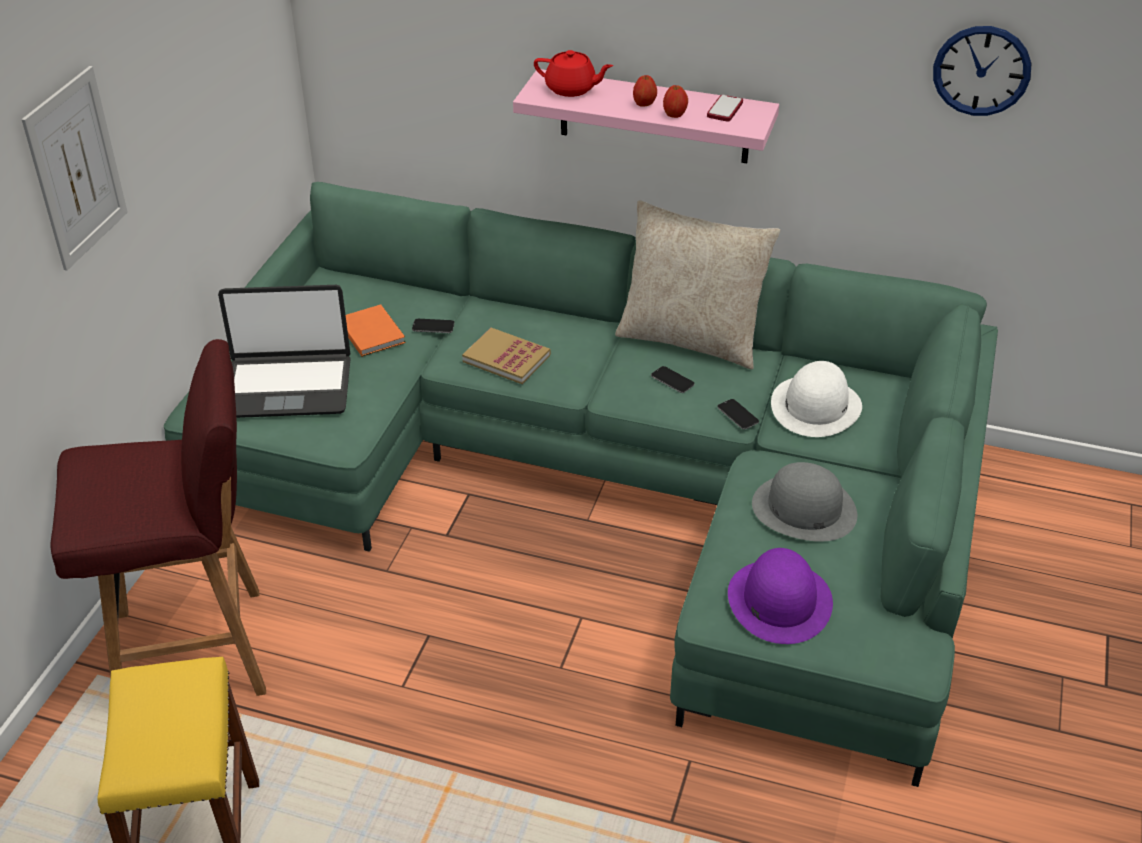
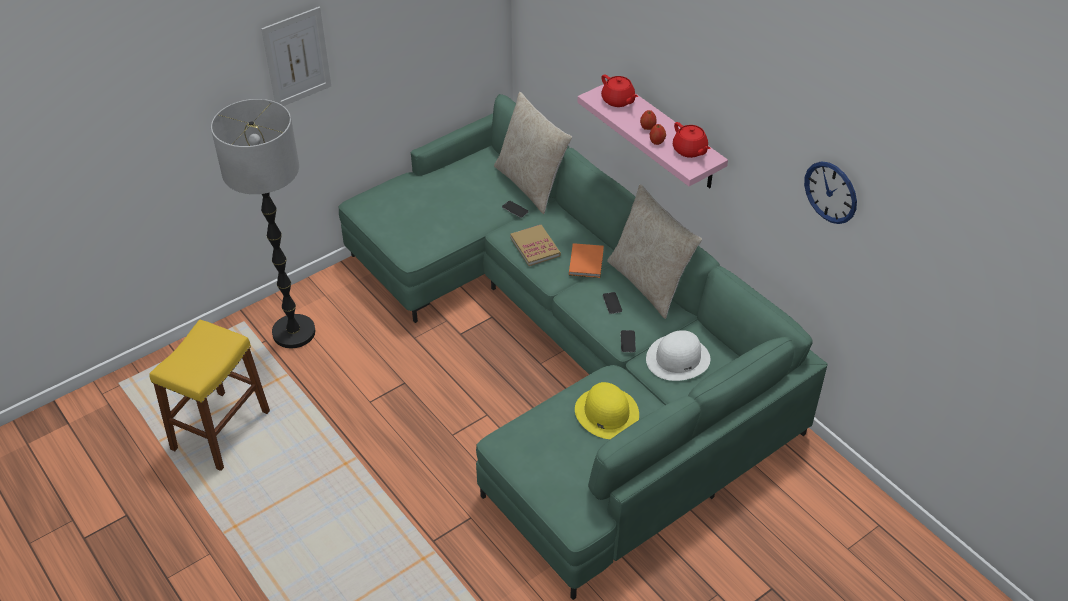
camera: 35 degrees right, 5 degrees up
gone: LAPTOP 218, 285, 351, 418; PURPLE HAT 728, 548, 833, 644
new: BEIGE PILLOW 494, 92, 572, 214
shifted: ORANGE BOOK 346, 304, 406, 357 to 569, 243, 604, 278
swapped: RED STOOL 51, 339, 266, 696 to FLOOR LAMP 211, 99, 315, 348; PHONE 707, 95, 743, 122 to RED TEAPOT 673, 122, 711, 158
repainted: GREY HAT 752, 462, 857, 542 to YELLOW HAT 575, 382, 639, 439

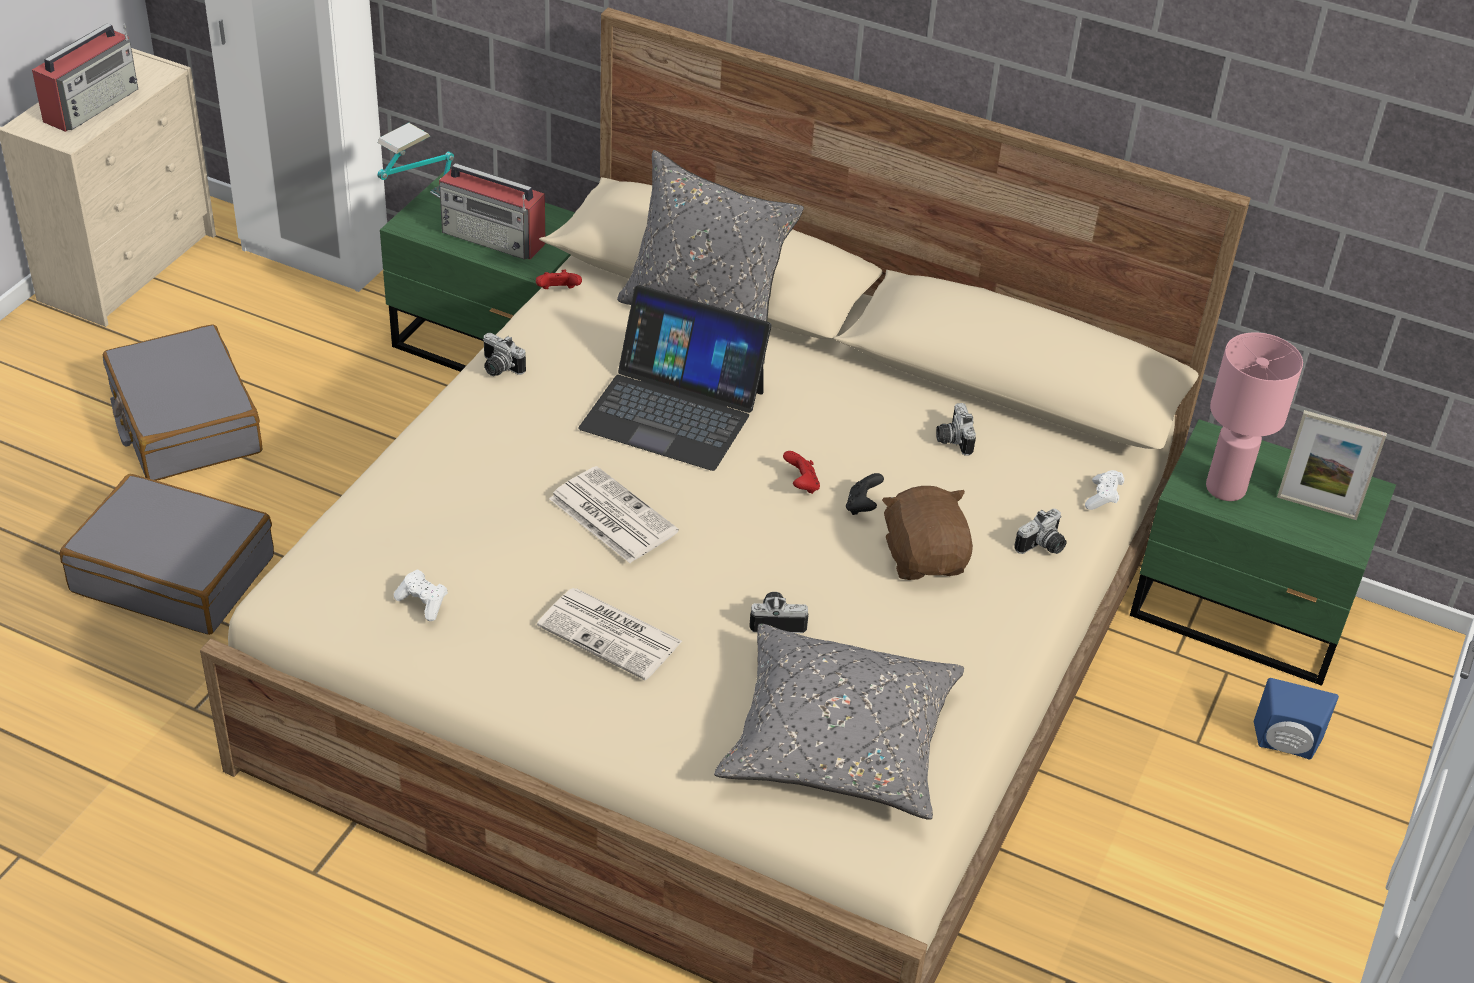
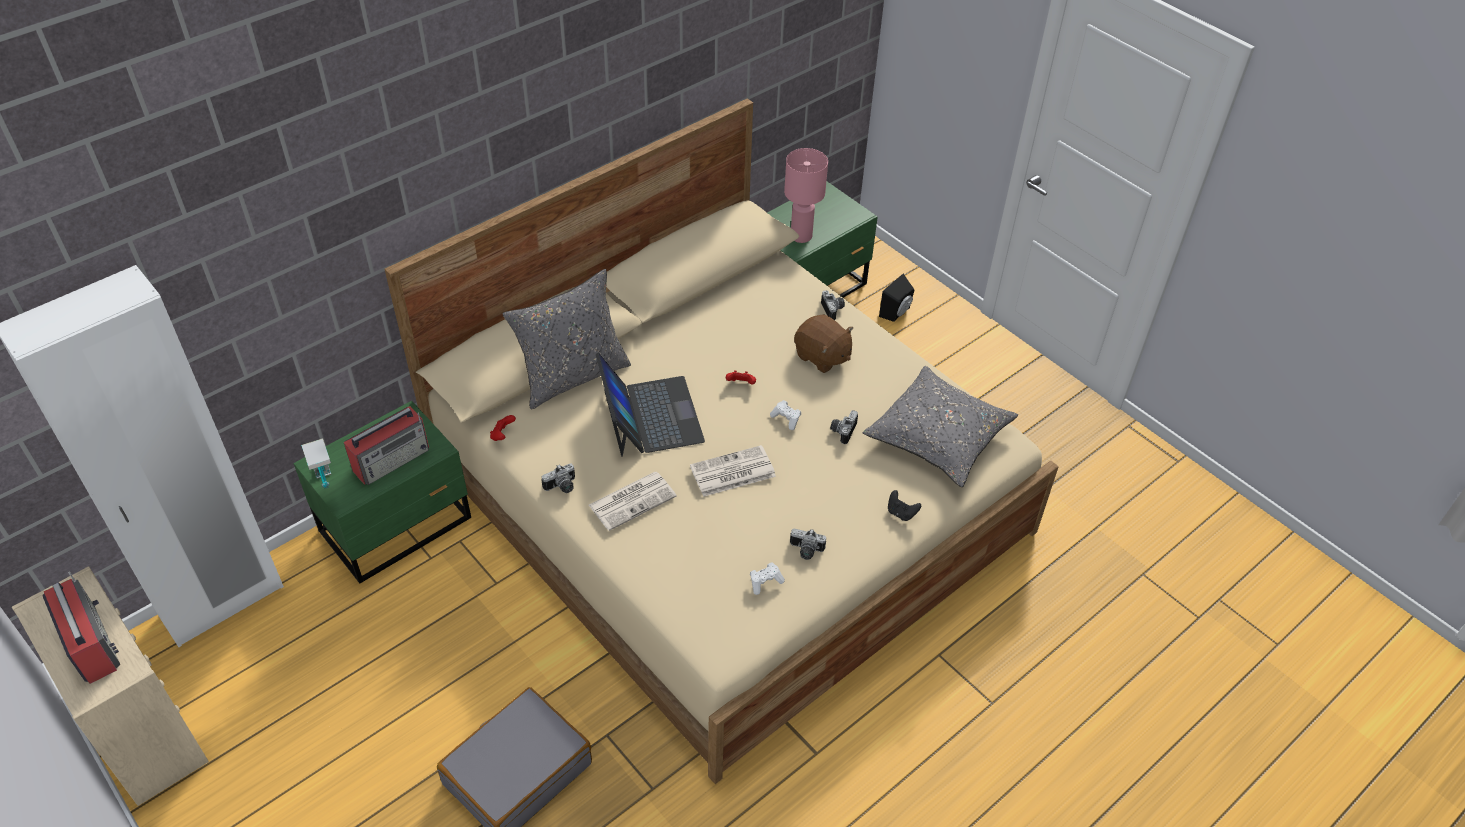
camera: 65 degrees left, 5 degrees up
gone: GREY SUITCASE 103, 324, 262, 481; PICTURE FRAME 1277, 410, 1387, 520
shifted: NEWSPAPER 537, 588, 682, 680 to 589, 472, 677, 531; WHITE GAME CONTROLLER 1085, 470, 1124, 510 to 770, 400, 801, 430; PHOTO CAMERA 936, 403, 976, 456 to 790, 529, 826, 560; BLACK GAME CONTROLLER 846, 473, 884, 515 to 888, 490, 921, 521
repainted: BLUE SPEAKER 1254, 678, 1339, 760 to BLACK SPEAKER 879, 274, 914, 322
rotated: LAPTOP 579, 285, 771, 471 = 596, 352, 705, 457 60 degrees counterclockwise; BROWN PLUSH TOY 882, 486, 973, 580 = 794, 314, 853, 373 150 degrees counterclockwise

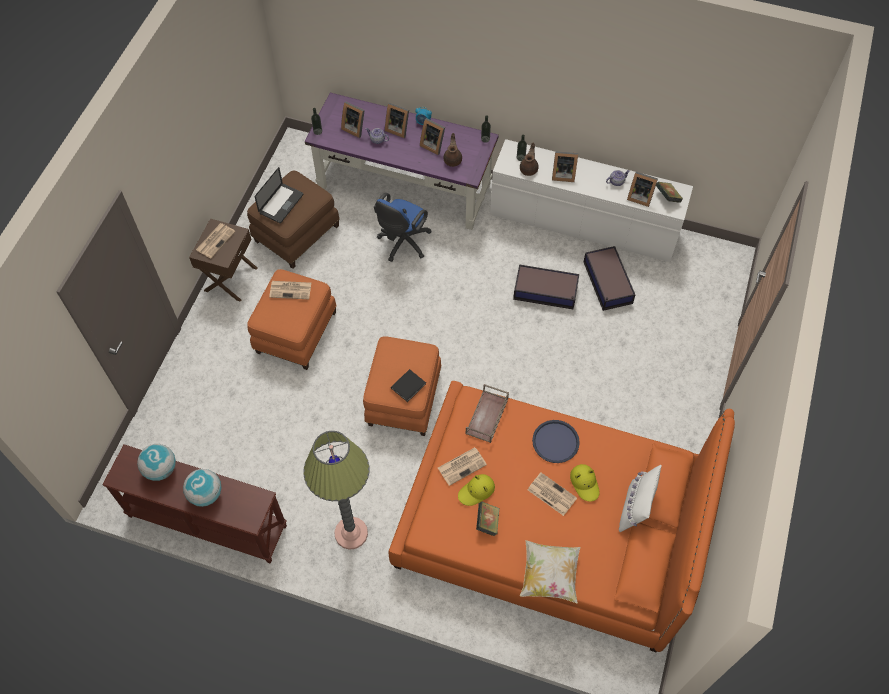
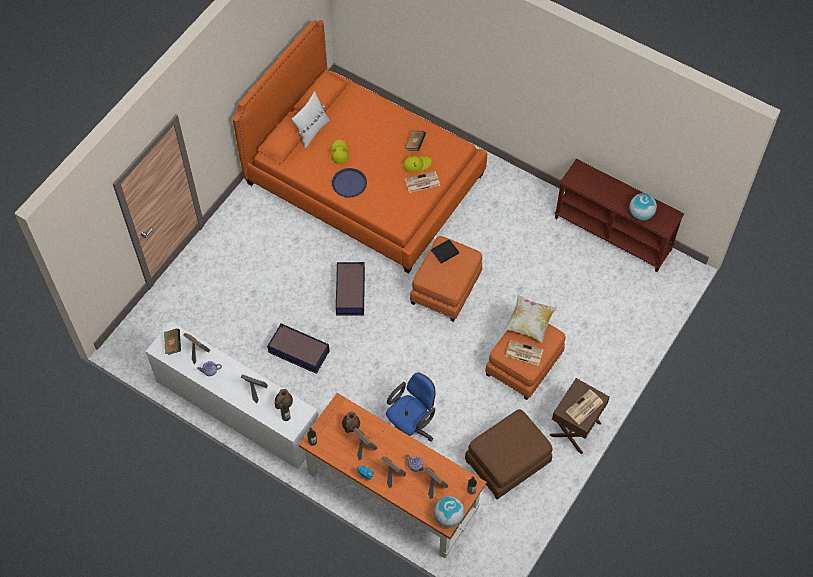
camera: 165 degrees left, 0 degrees up
gone: LAPTOP 255, 167, 303, 223; FLOOR LAMP 303, 431, 369, 550; BROWN TRAY 465, 384, 509, 443; NEWSPAPER 527, 473, 577, 516
shifted: STORAGE BOX 584, 246, 635, 311 to 336, 262, 365, 316; GLOBE 183, 469, 221, 507 to 434, 496, 464, 527; PILLOW 520, 540, 580, 603 to 504, 295, 557, 343
repainted: PURPLE DESK 305, 93, 499, 230 to ORANGE DESK 298, 393, 487, 559

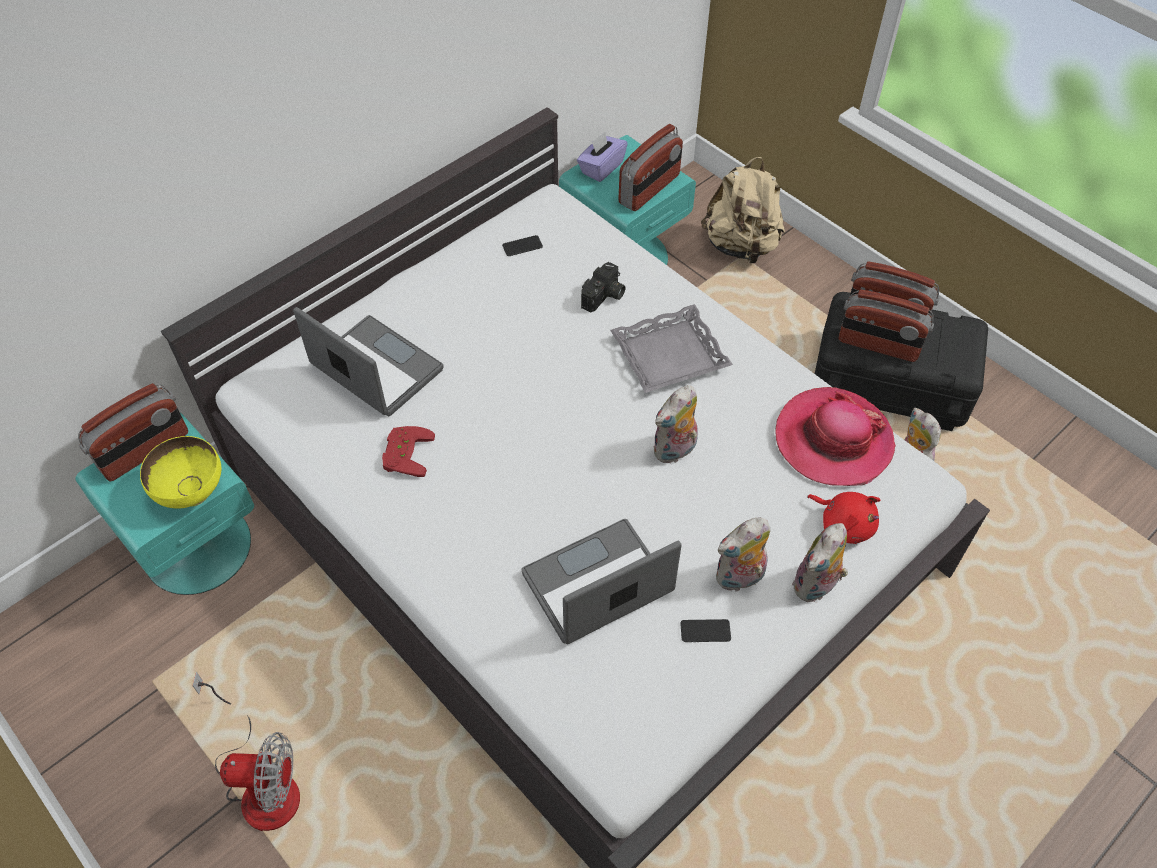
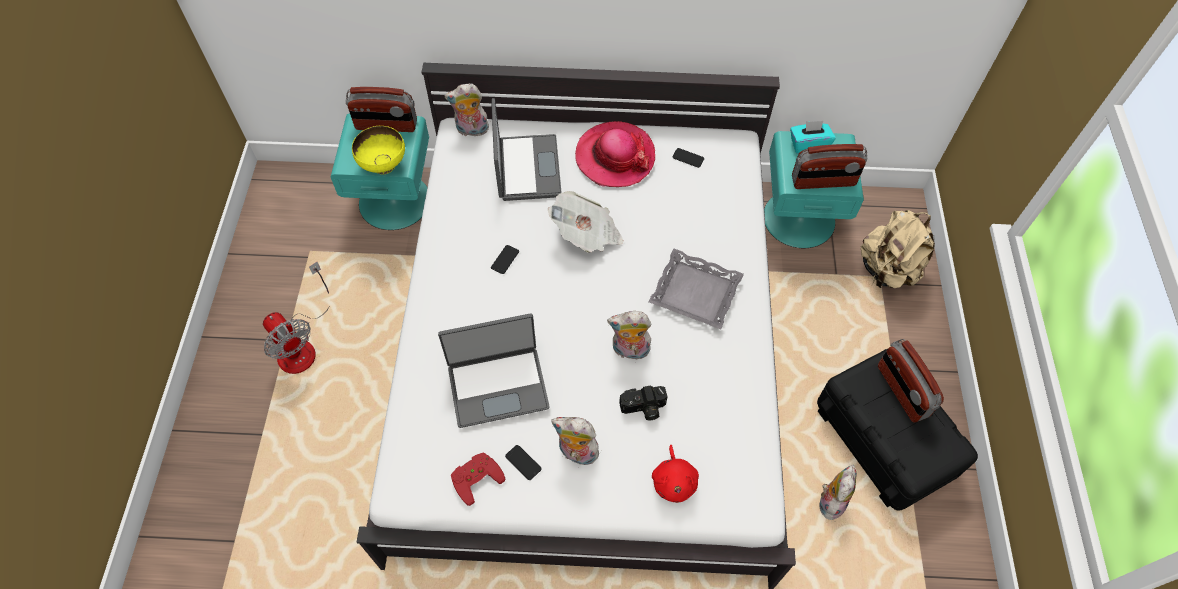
camera: 45 degrees right, 5 degrees up
gone: RADIO 839, 290, 934, 362
new: PHONE 491, 245, 519, 274; NEWSPAPER 548, 191, 624, 253
shifted: PLUSH TOY 792, 523, 848, 602 to 445, 83, 490, 136; RED GAME CONTROLLER 382, 426, 435, 477 to 451, 452, 505, 506; HAT 775, 387, 896, 486 to 575, 121, 655, 187; PHOTO CAMERA 581, 262, 626, 313 to 619, 386, 667, 420
repainted: PURPLE TISSUE BOX 577, 132, 627, 182 to TURQUOISE TISSUE BOX 790, 121, 836, 153
rotated: LAPTOP 522, 519, 682, 644 = 438, 314, 550, 428 150 degrees clockwise

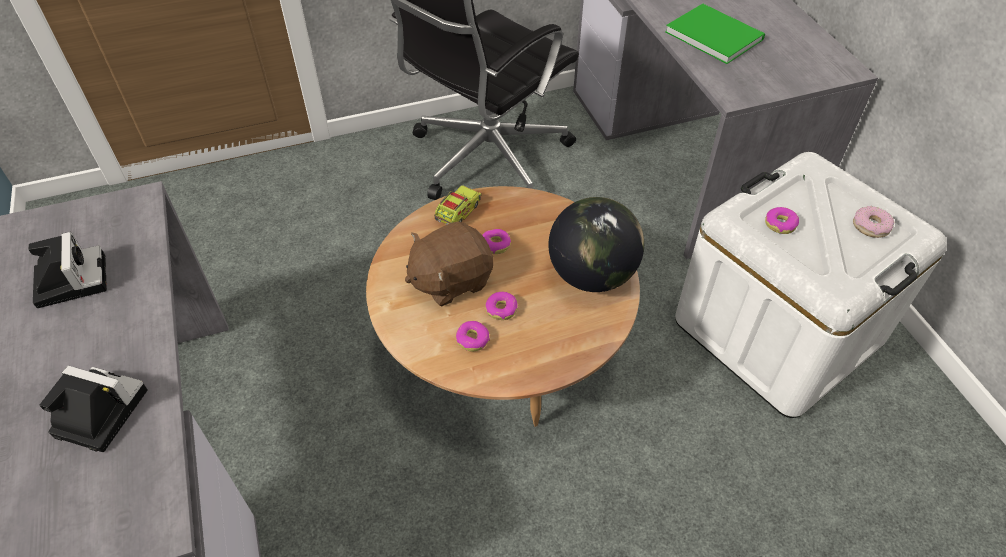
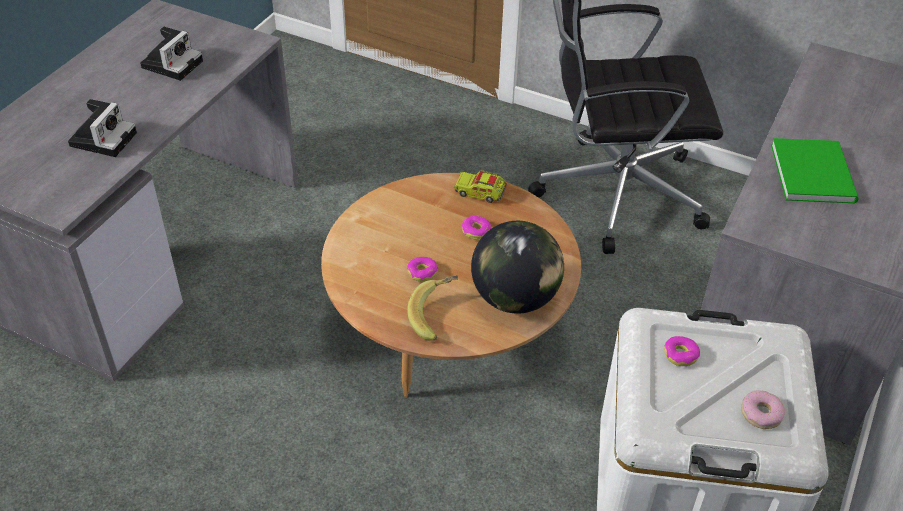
camera: 45 degrees right, 5 degrees down
gone: BROWN PLUSH TOY 405, 221, 493, 306; DONUT 456, 321, 490, 351
new: BANANA 407, 275, 458, 341
rotated: PHOTO CAMERA 39, 365, 148, 452 = 68, 99, 137, 157 45 degrees clockwise; TOY TRUCK 434, 185, 482, 225 = 454, 170, 507, 203 150 degrees counterclockwise

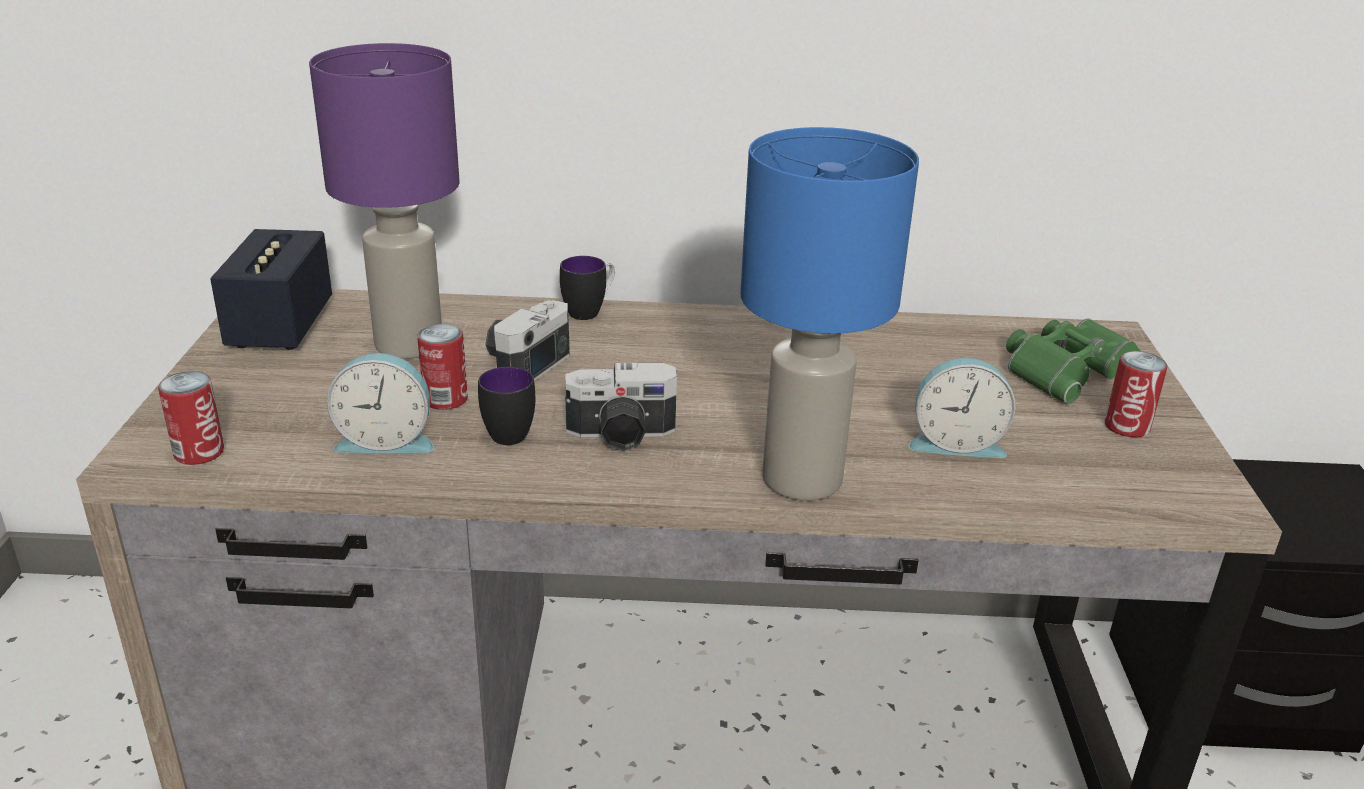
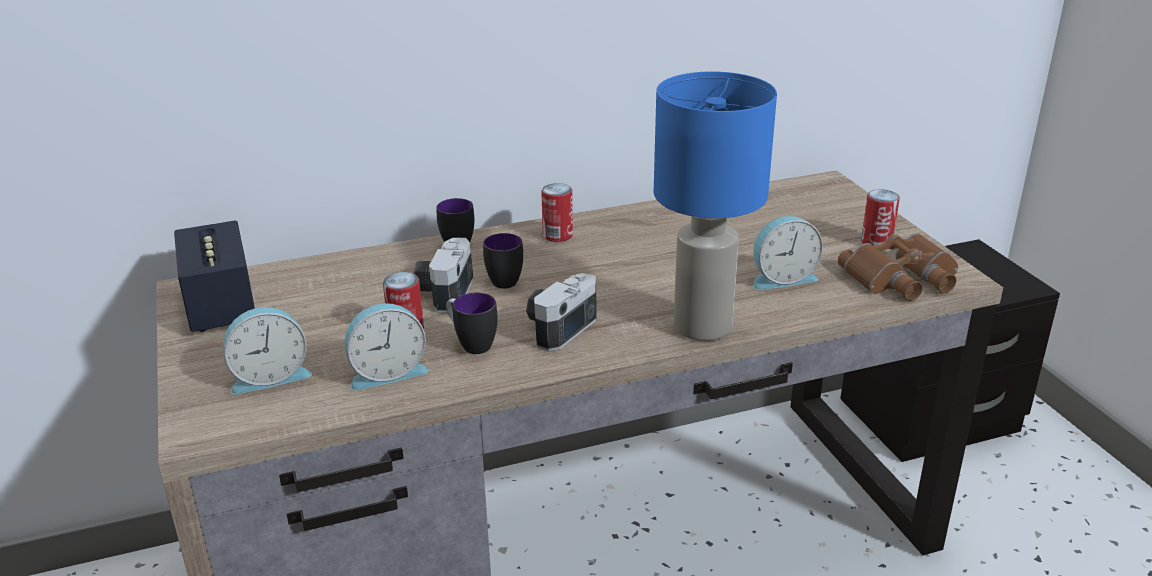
camera: 20 degrees left, 0 degrees up
gone: PURPLE TABLE LAMP 309, 43, 460, 359; GREEN BINOCULARS 1006, 318, 1141, 404
new: ALARM CLOCK 223, 307, 312, 395; MUG 483, 233, 523, 289; BROWN BINOCULARS 838, 233, 958, 301
shifted: CAN 158, 371, 224, 465 to 541, 183, 573, 242
rotated: PHOTO CAMERA 565, 363, 677, 451 = 526, 273, 597, 352 150 degrees clockwise

